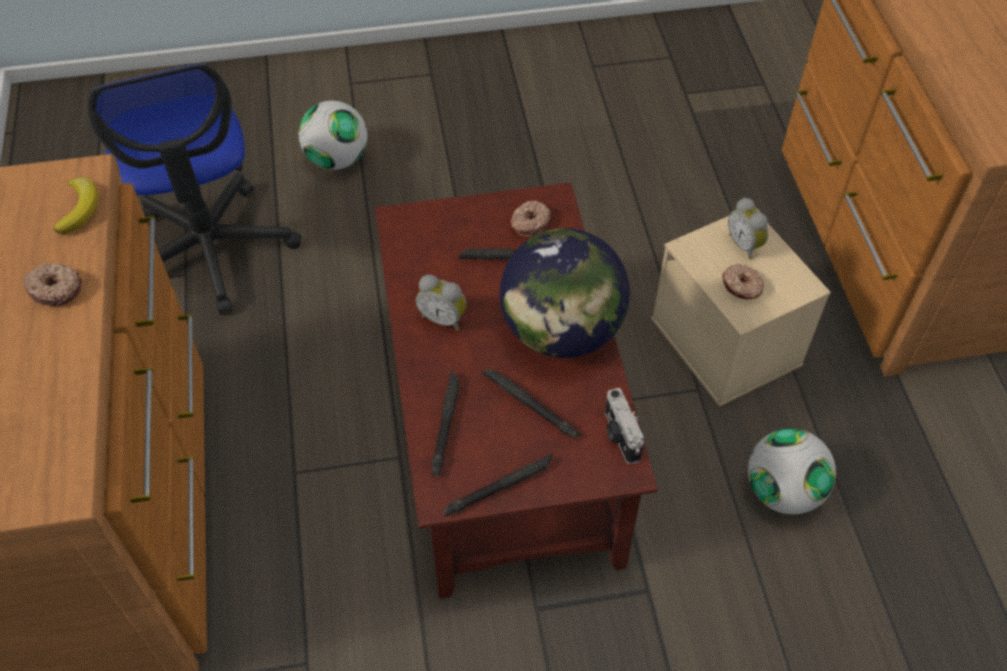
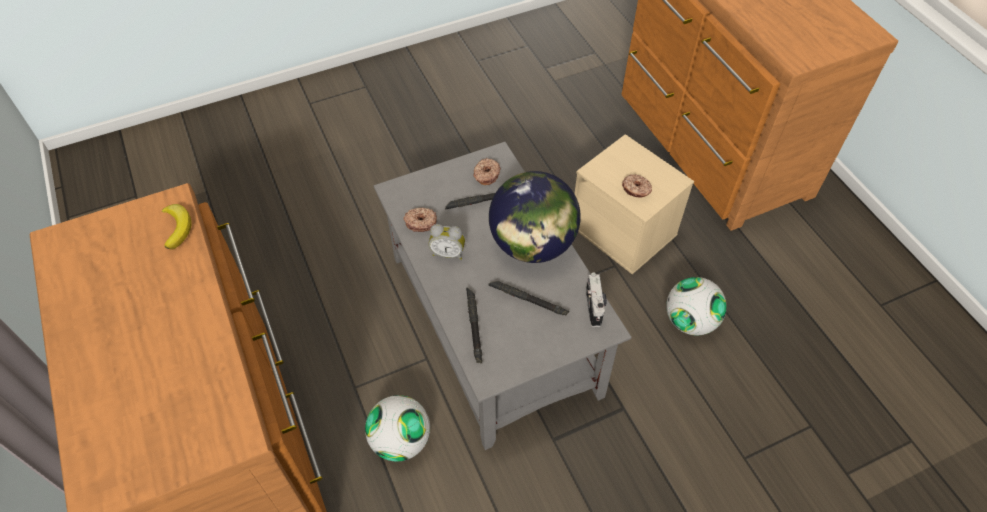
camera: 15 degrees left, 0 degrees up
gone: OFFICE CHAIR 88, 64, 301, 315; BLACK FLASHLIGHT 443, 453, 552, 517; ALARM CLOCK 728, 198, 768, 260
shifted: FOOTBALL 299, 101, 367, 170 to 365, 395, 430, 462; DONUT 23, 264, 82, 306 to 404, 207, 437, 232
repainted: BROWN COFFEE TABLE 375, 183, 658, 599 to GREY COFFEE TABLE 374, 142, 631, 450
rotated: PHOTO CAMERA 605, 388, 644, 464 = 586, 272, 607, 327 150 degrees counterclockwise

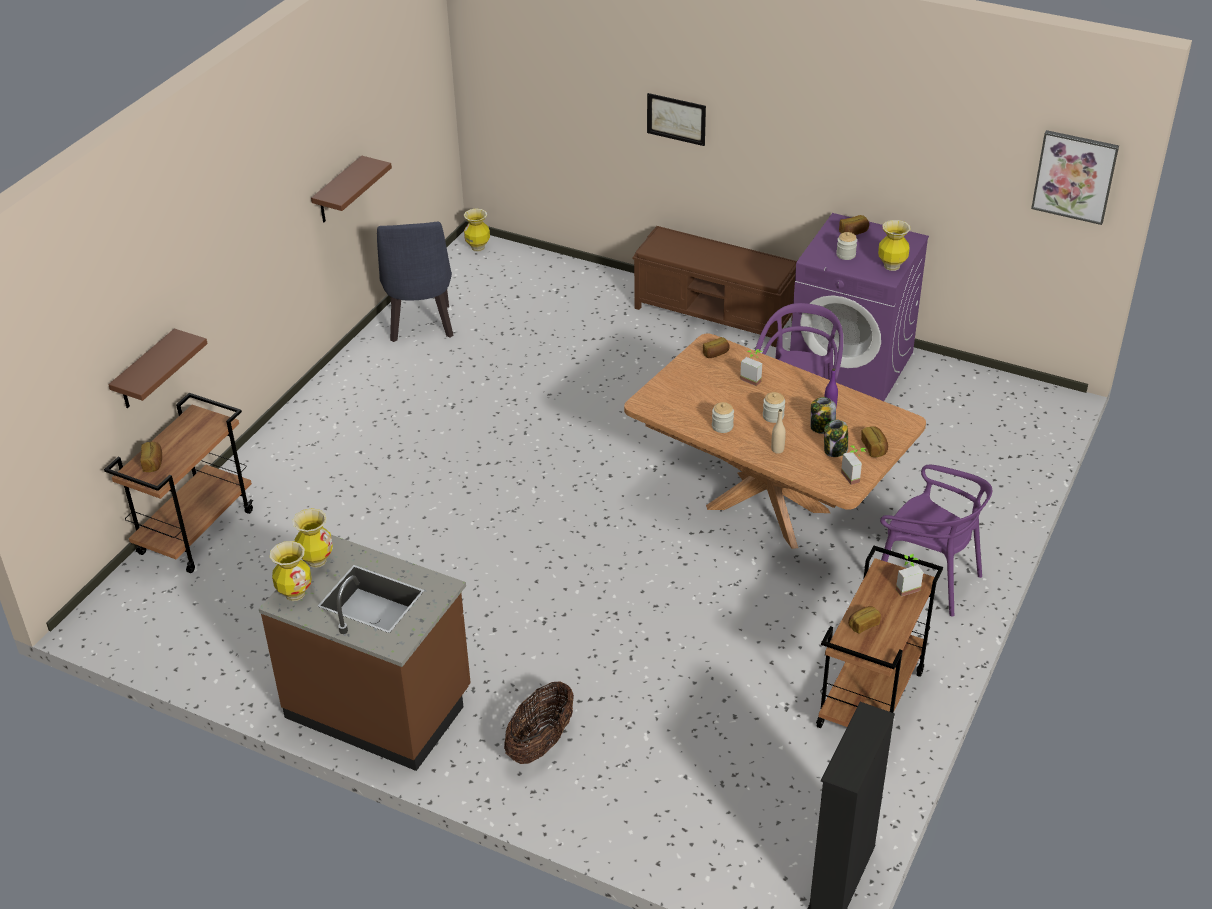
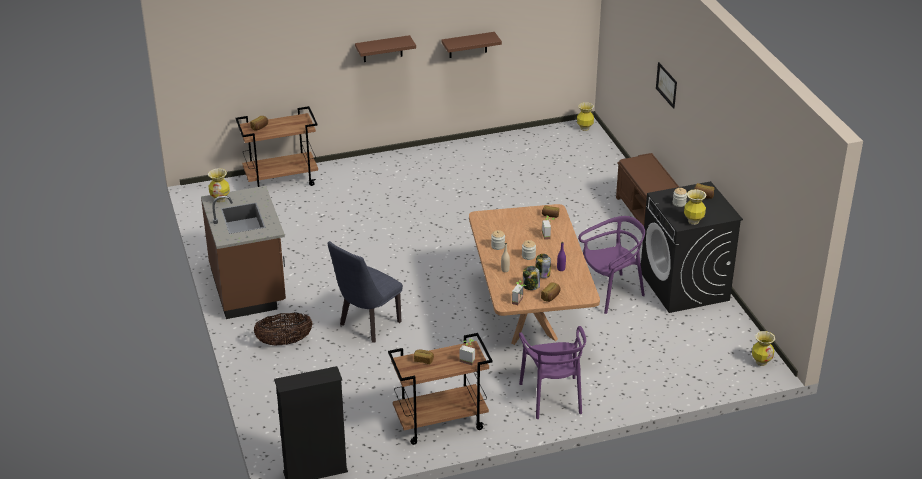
camera: 45 degrees right, 5 degrees down
gone: PICTURE 1031, 130, 1119, 225
shifted: BLUE CHAIR 377, 222, 453, 342 to 328, 241, 403, 342; BROWN SHELF 108, 329, 208, 408 to 355, 35, 416, 62; VASE 292, 508, 333, 568 to 752, 331, 775, 366
repainted: PURPLE WASHING MACHINE 790, 213, 929, 401 to BLACK WASHING MACHINE 641, 181, 743, 313

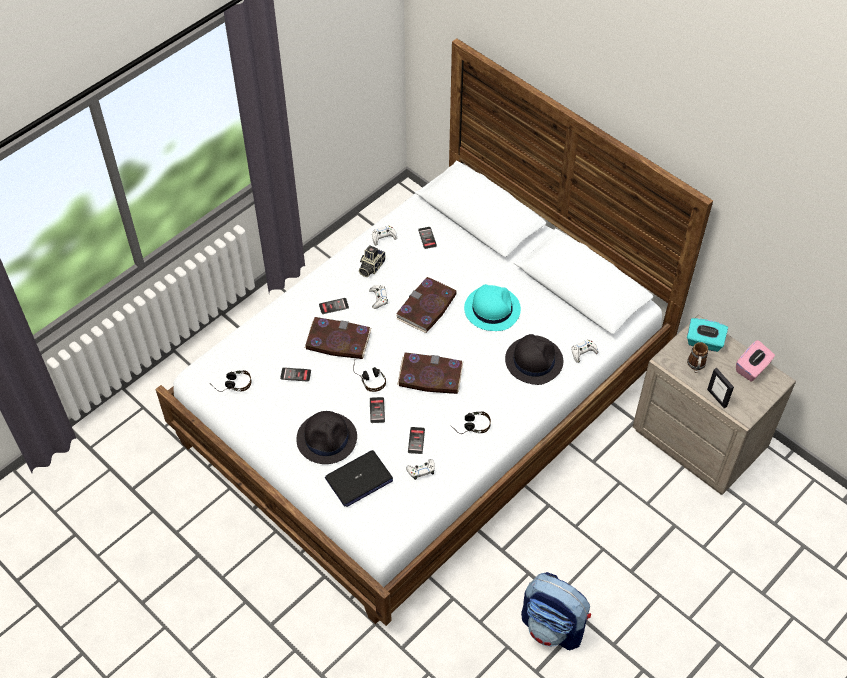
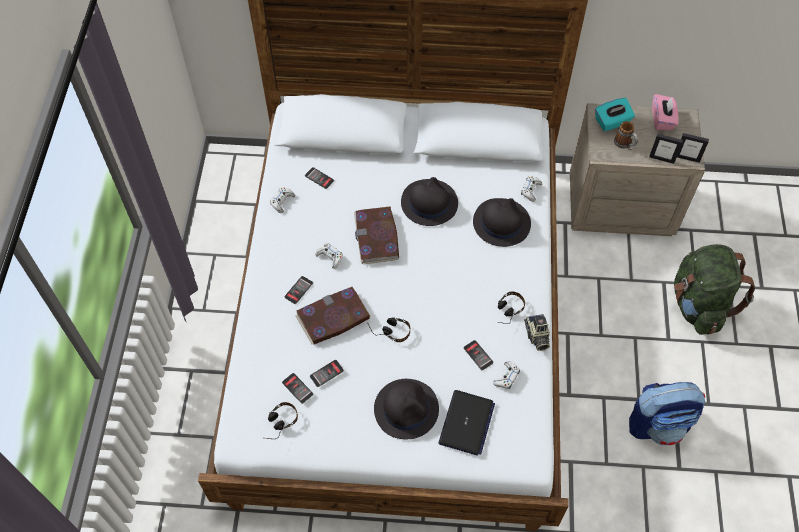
camera: 40 degrees left, 5 degrees up
gone: BOOK 397, 352, 463, 394
new: GREEN BACKPACK 674, 244, 755, 335; PICTURE FRAME 677, 133, 709, 163
shifted: PHONE 370, 397, 385, 423 to 282, 373, 313, 404; PHOTO CAMERA 359, 245, 385, 277 to 524, 314, 550, 351
repainted: TURQUOISE HAT 464, 284, 521, 331 to BLACK HAT 401, 177, 458, 226

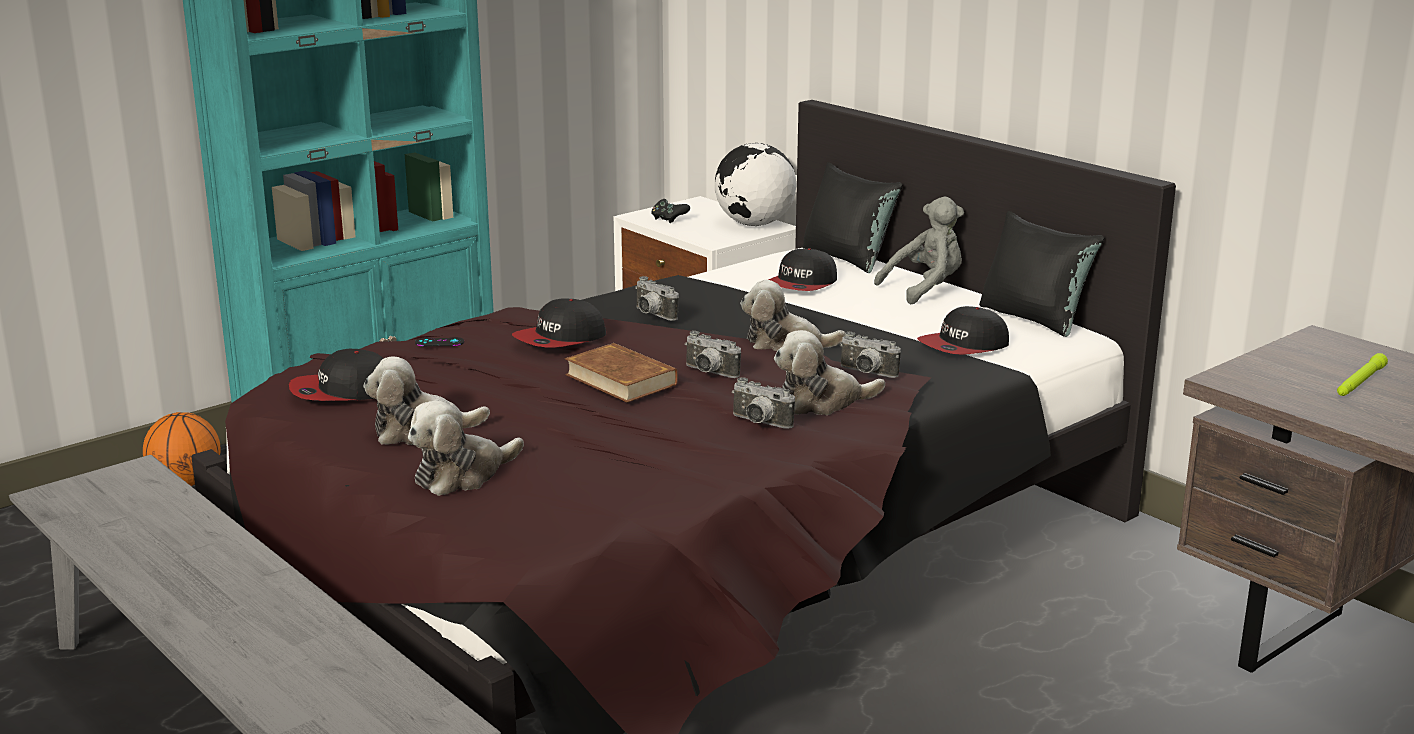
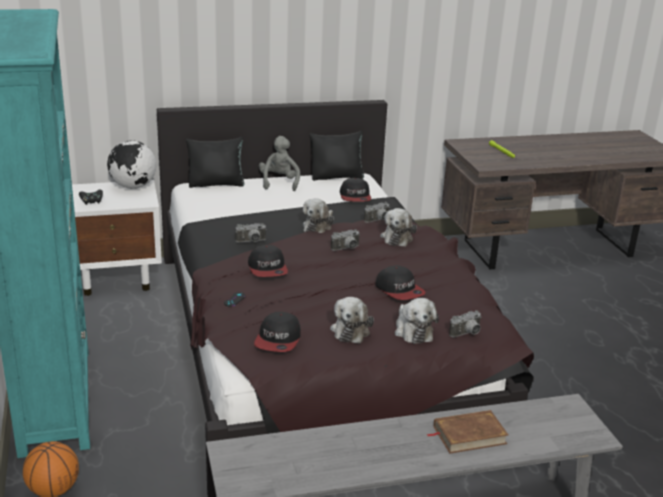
camera: 65 degrees left, 5 degrees up
shifted: CAP 768, 248, 837, 291 to 376, 266, 425, 300; BROWN BOOK 565, 343, 678, 402 to 427, 410, 508, 454; PHOTO CAMERA 732, 377, 795, 429 to 449, 310, 481, 337

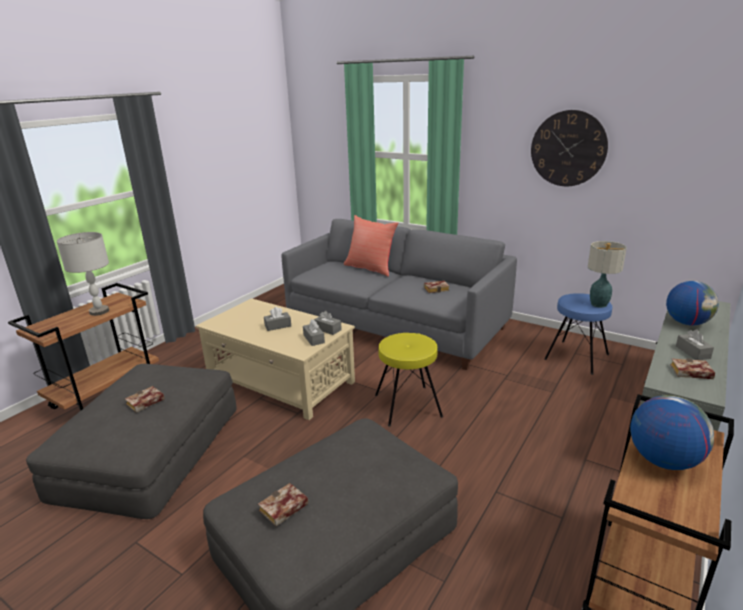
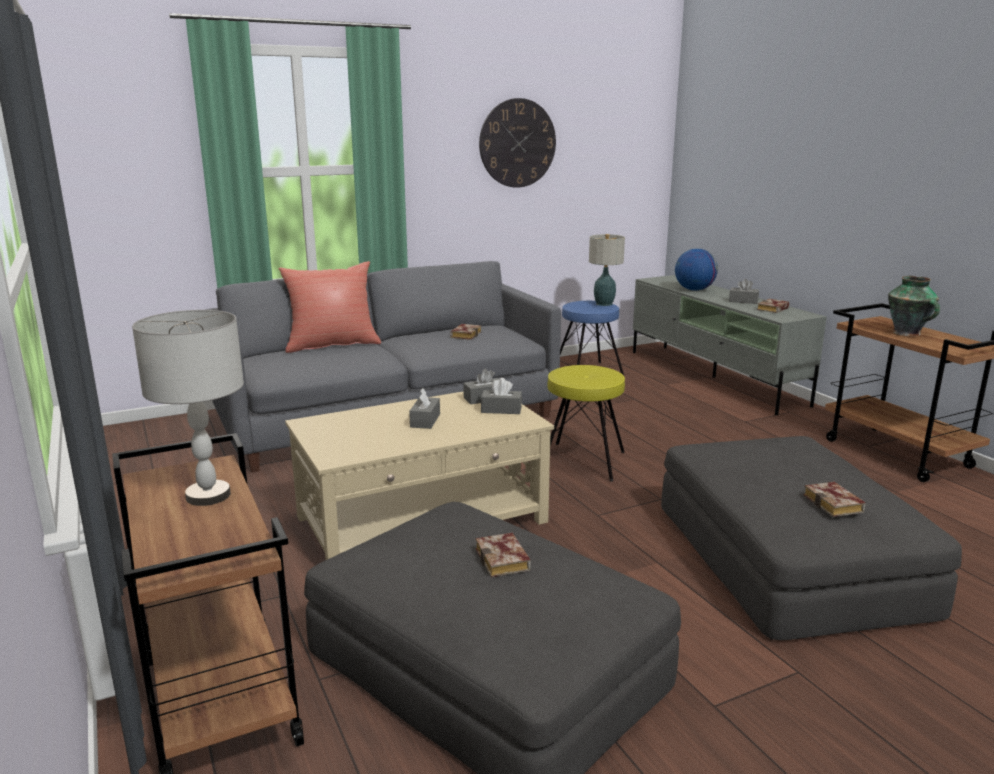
camera: 60 degrees left, 5 degrees down
swapped: GLOBE 630, 395, 714, 470 to VASE 888, 276, 940, 337

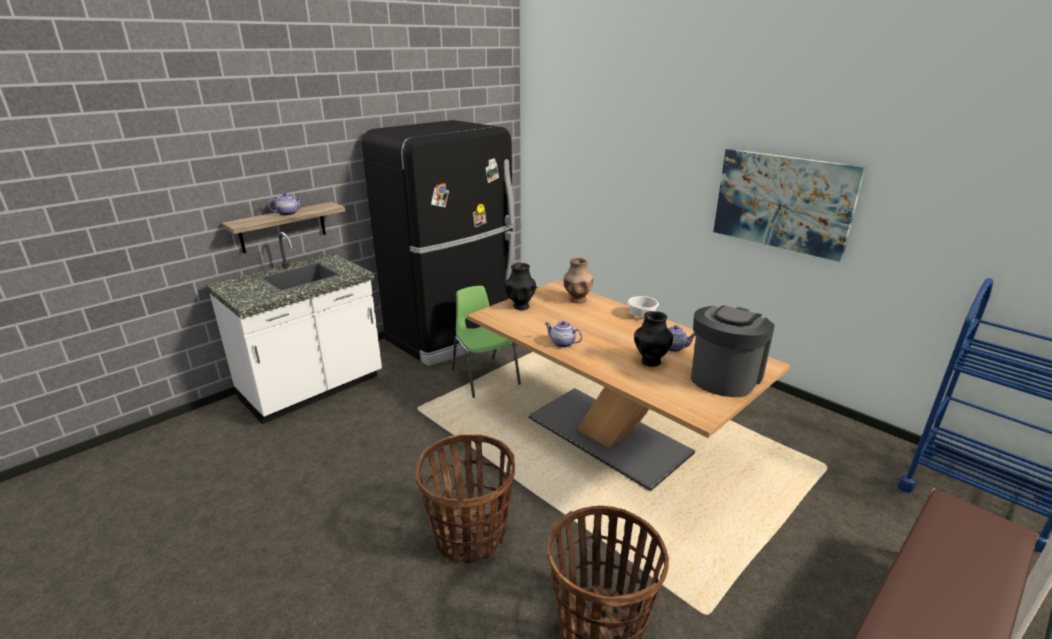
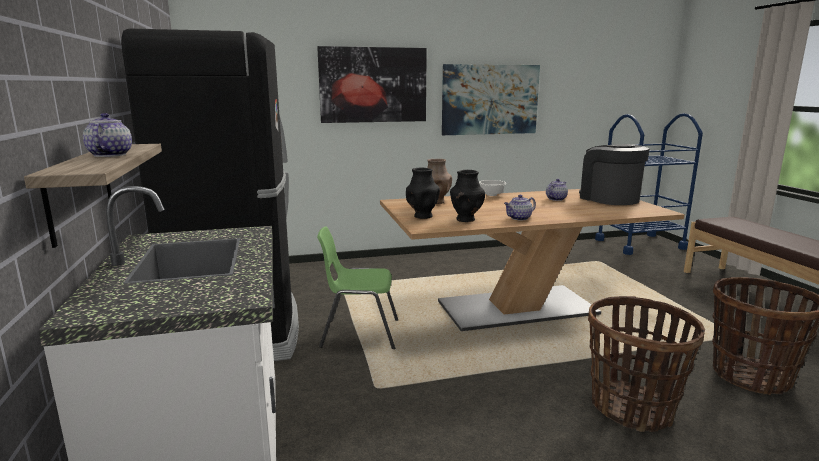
camera: 60 degrees left, 10 degrees down
new: PICTURE 317, 46, 427, 123
shifted: BLACK VASE 634, 311, 673, 367 to 450, 170, 485, 222

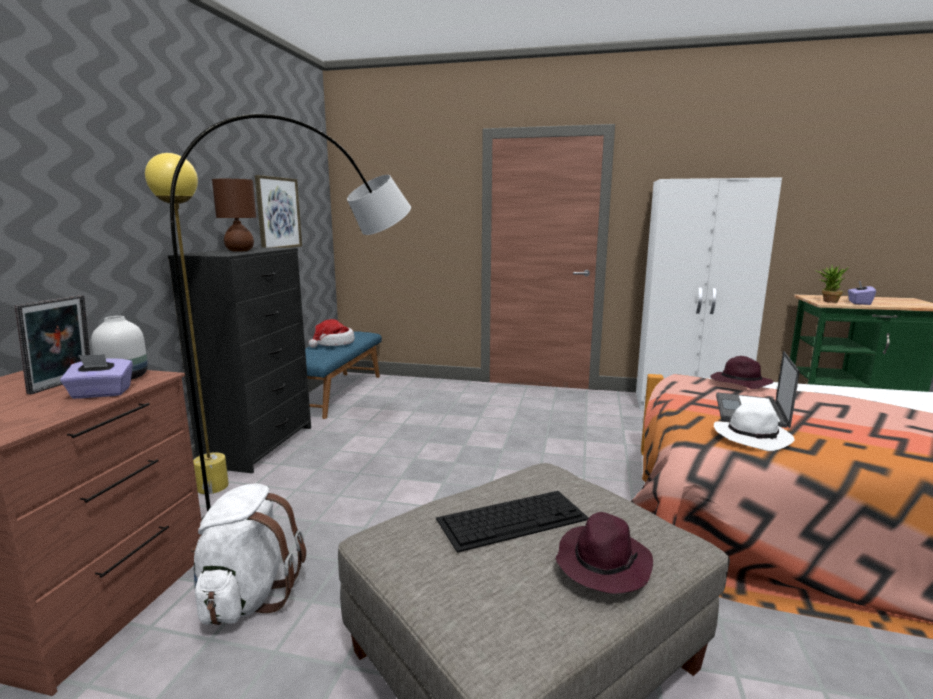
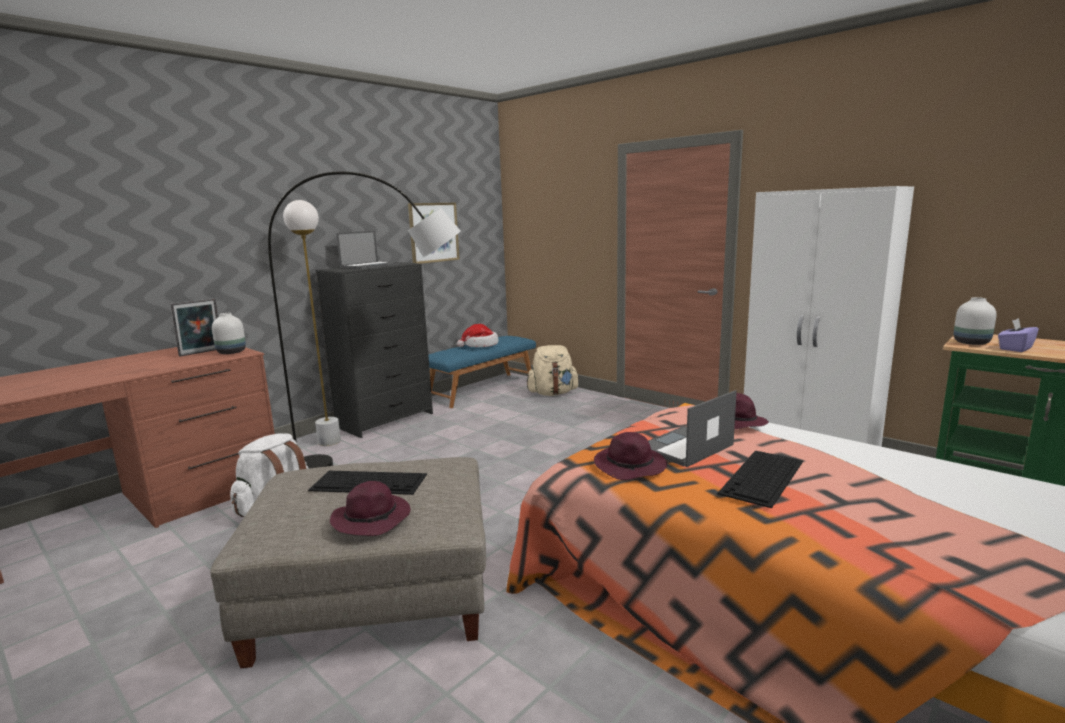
camera: 30 degrees right, 0 degrees up
gone: PURPLE TISSUE BOX 60, 354, 133, 399
new: BEIGE BACKPACK 527, 345, 580, 396; KEYBOARD 717, 451, 803, 508
swapped: BROWN TABLE LAMP 212, 179, 256, 252 to LAPTOP 336, 231, 400, 269; POTTED PLANT 815, 266, 849, 303 to WHITE VASE 954, 297, 996, 345
repainted: YELLOW FLOOR LAMP 145, 153, 229, 494 to WHITE FLOOR LAMP 283, 200, 341, 446; WHITE HAT 714, 402, 795, 451 to PURPLE HAT 594, 432, 667, 480

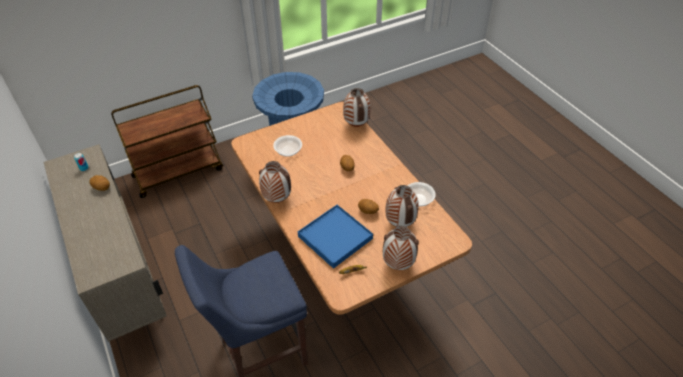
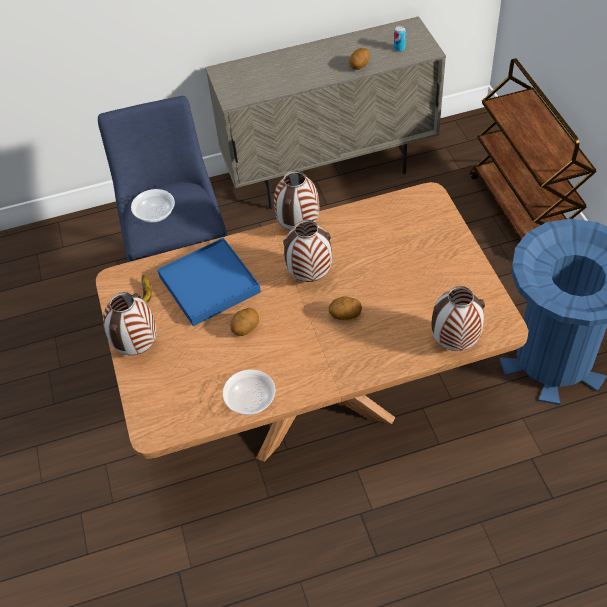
camera: 105 degrees right, 5 degrees up
shifted: BOWL 273, 135, 302, 157 to 131, 189, 175, 223; VASE 386, 185, 419, 227 to 283, 220, 332, 282

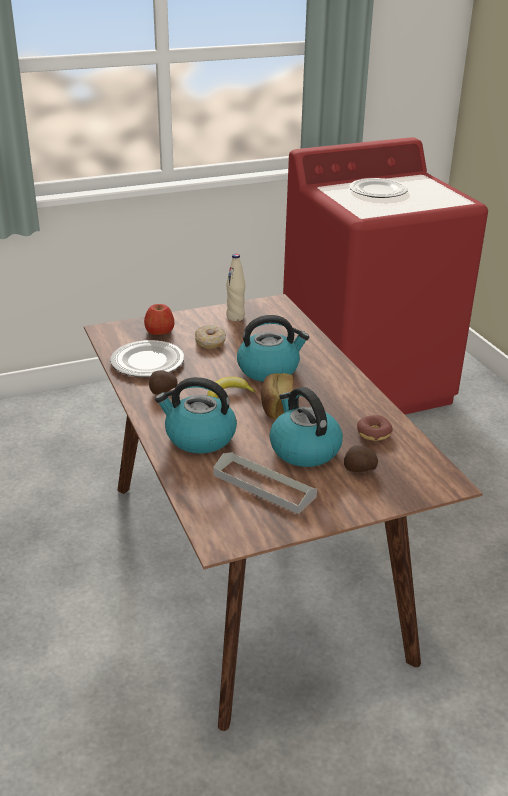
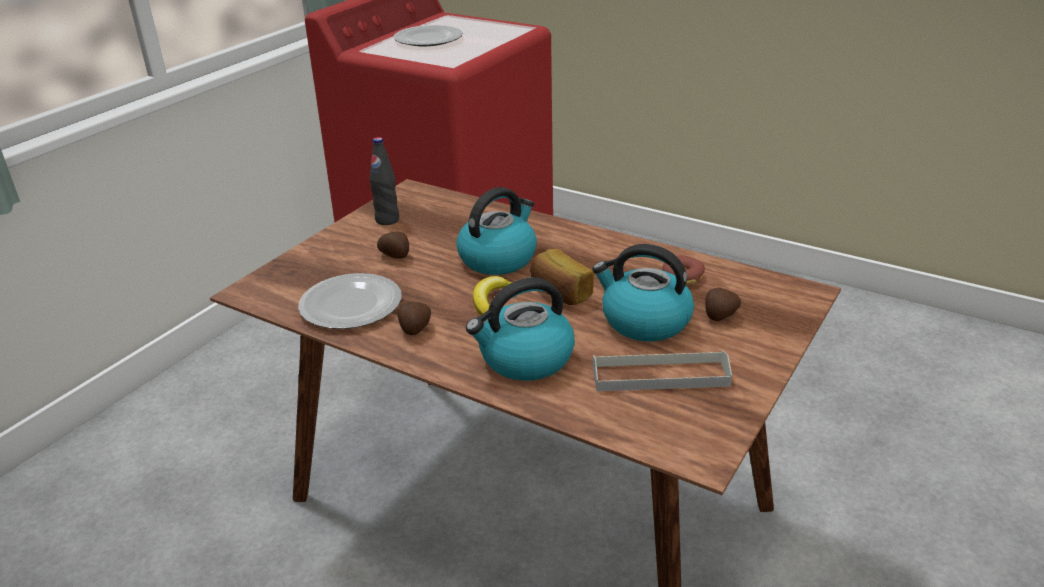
camera: 35 degrees left, 0 degrees up
gone: APPLE 144, 304, 175, 335
swapped: DONUT 195, 325, 226, 349 to POTATO 377, 231, 409, 259
repainted: BEIGE BOTTLE 226, 254, 245, 321 to BLACK BOTTLE 370, 137, 399, 225

